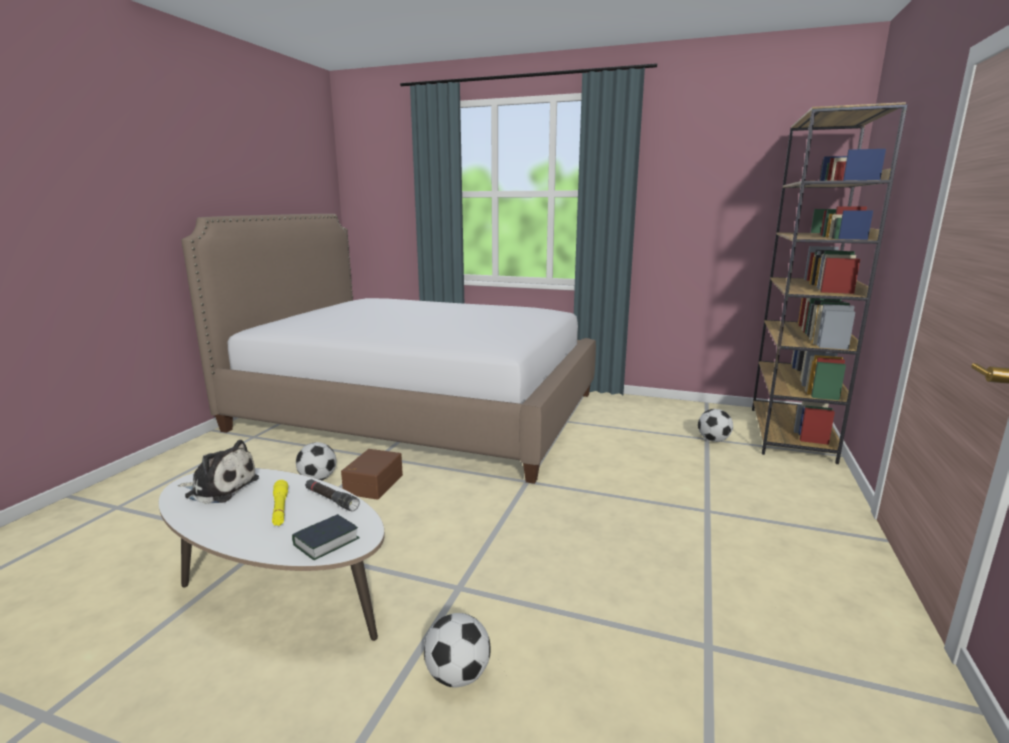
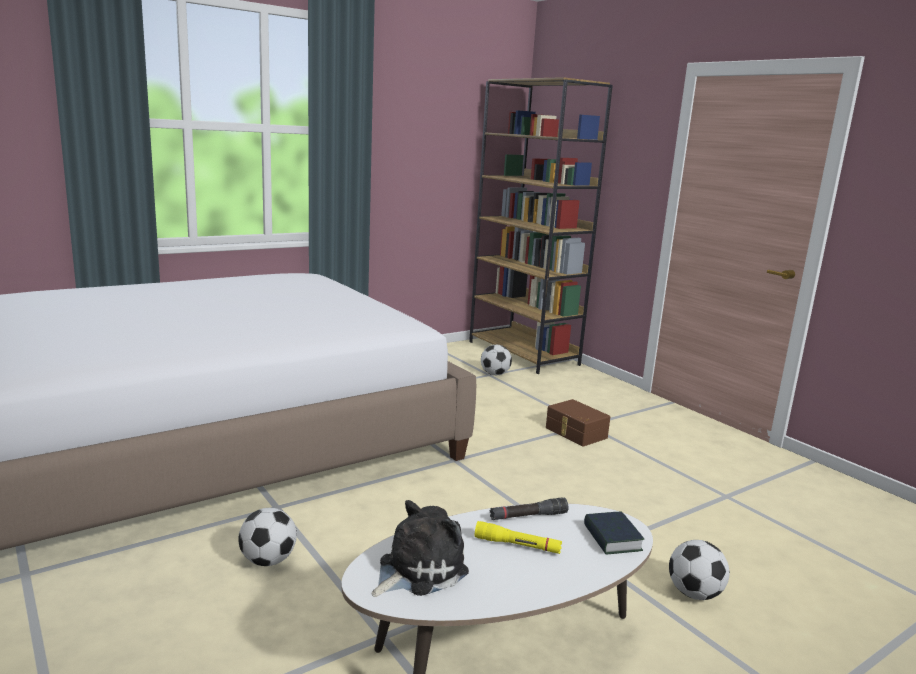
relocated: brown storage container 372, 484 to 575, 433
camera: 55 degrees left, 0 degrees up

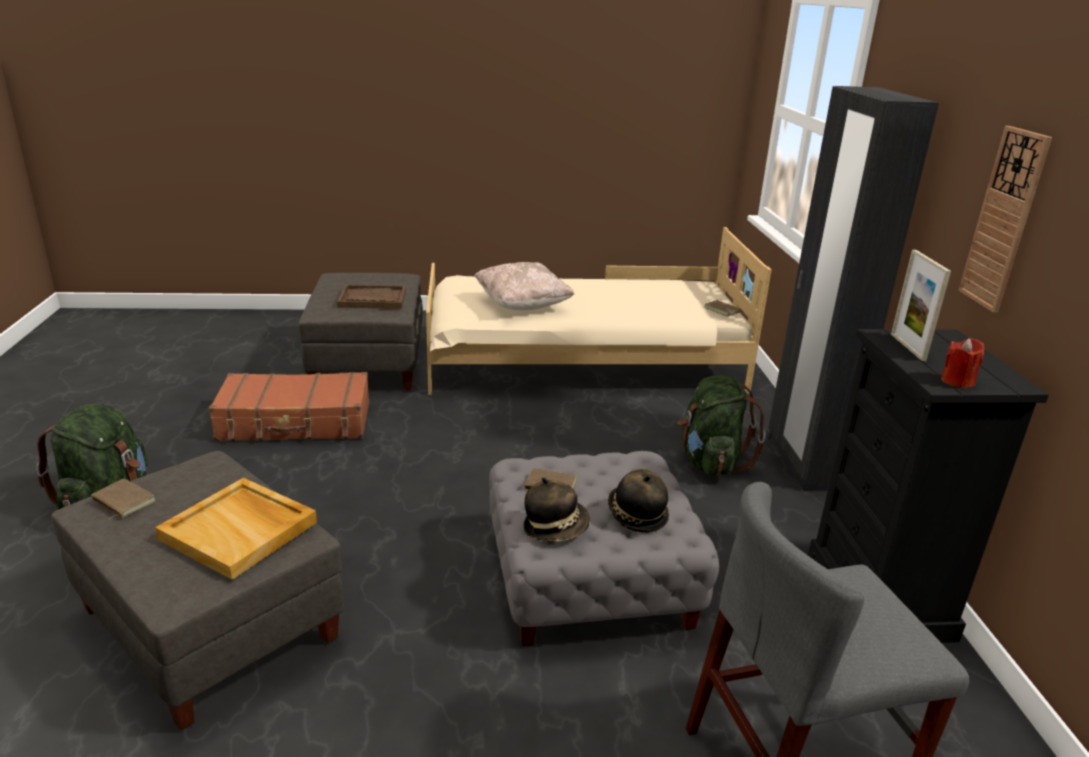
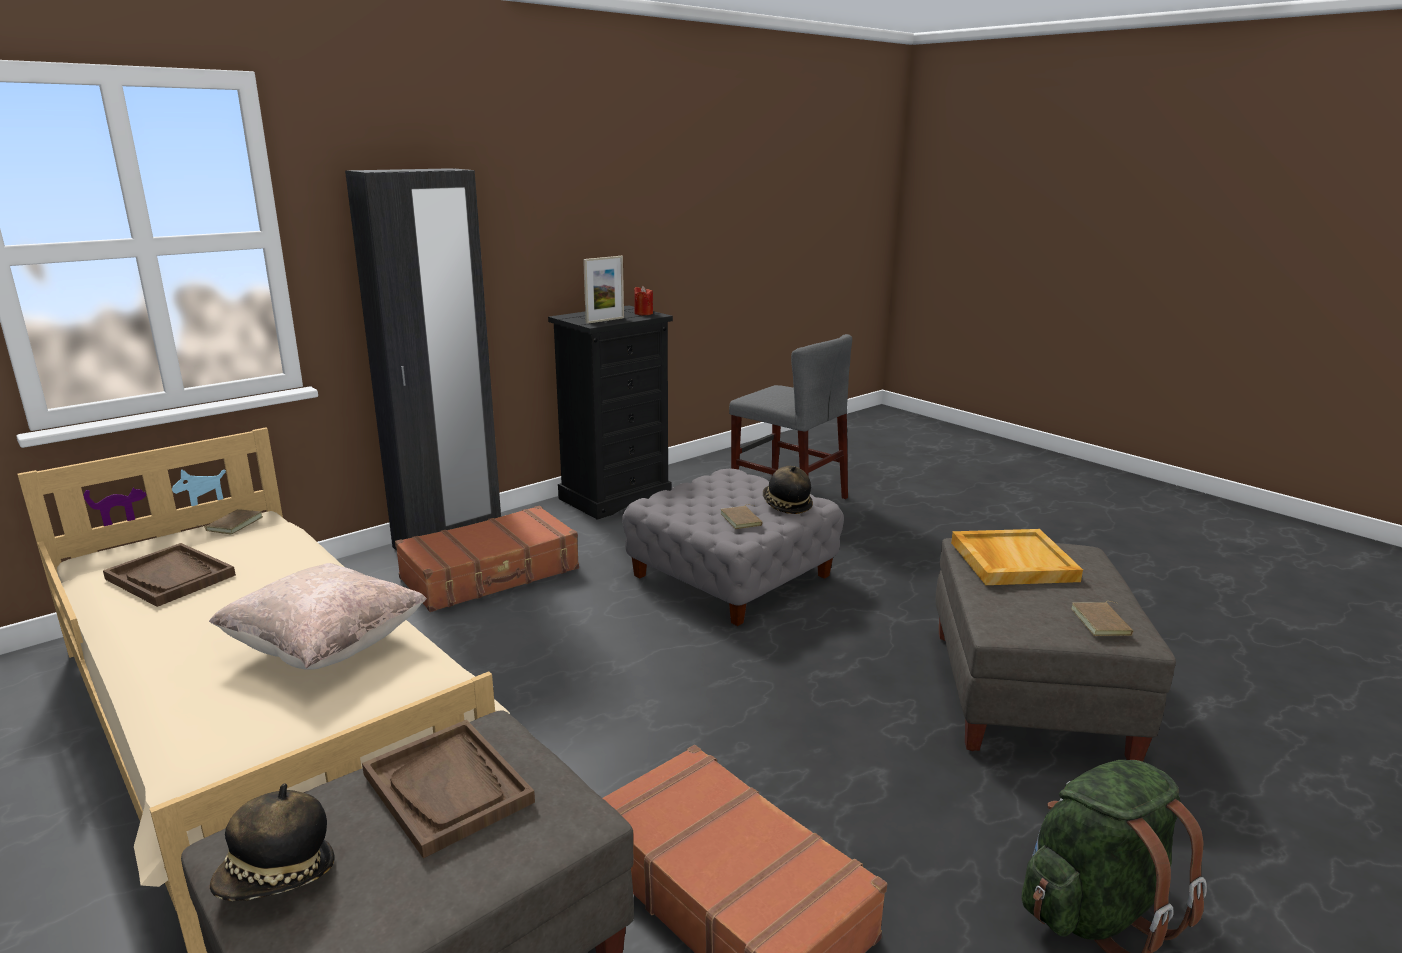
missing: hanging clock 1004, 220
appeared: brown carrying tray 171, 577
relocated: hat 636, 515 to 277, 878
exchanged: greenish rucksack 711, 462 to brown travel case 491, 574
camera: 125 degrees left, 5 degrees down

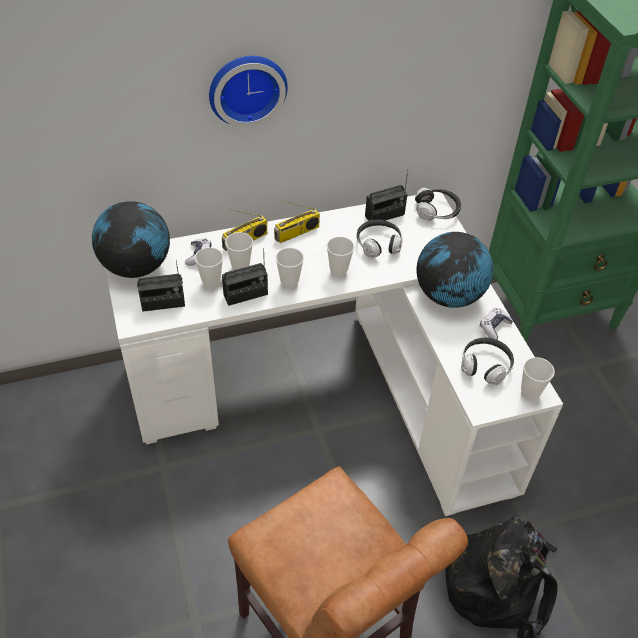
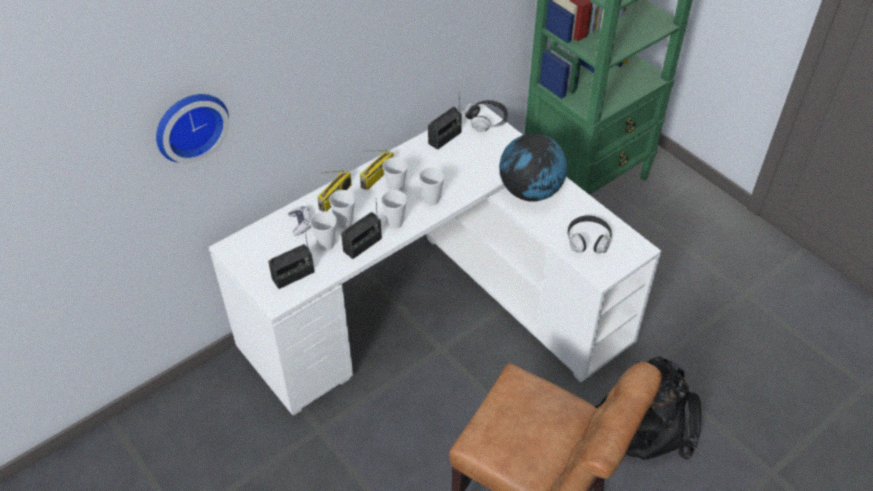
missing: desk globe 136, 266; headphones 378, 244; joypad 494, 327
relocated: hanging clock 246, 88 to 189, 125; drinking cup 529, 393 to 396, 189
camera: 20 degrees left, 0 degrees up

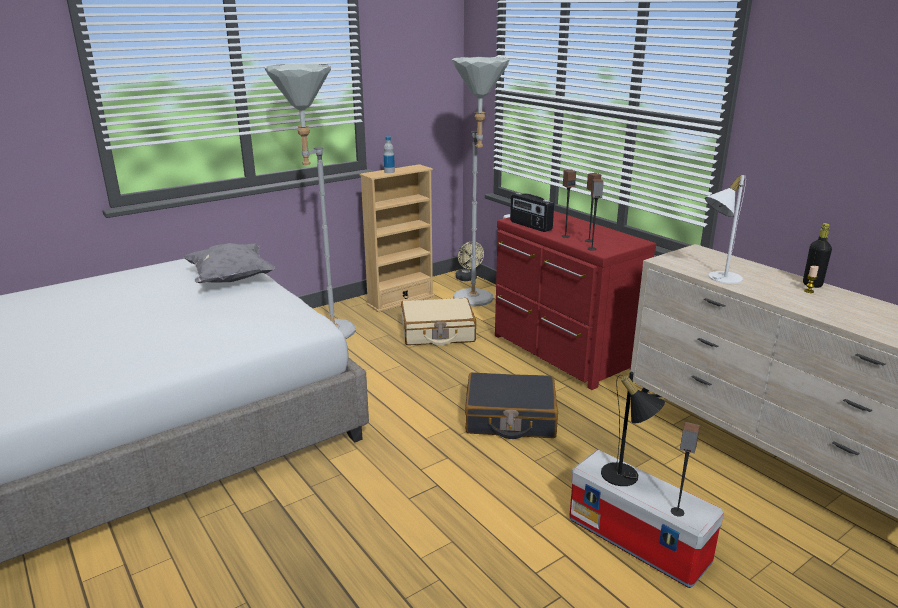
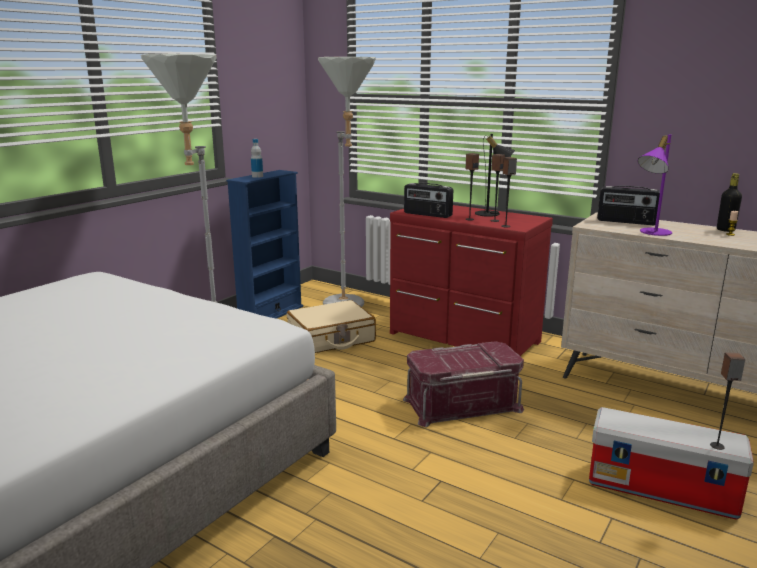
missing: beige cooling fan 468, 279; grey cushion 231, 280
appeared: radio 626, 222
relocated: black-coloured tabletop lamp 626, 478 to 492, 214
exchanged: black-coloured travel case 510, 418 to red storage container 462, 404
colour: beige shelving unit 400, 300 to bluish shelving unit 271, 314; whitish tabletop lamp 718, 277 to purple tabletop lamp 651, 232
camera: 20 degrees left, 5 degrees down

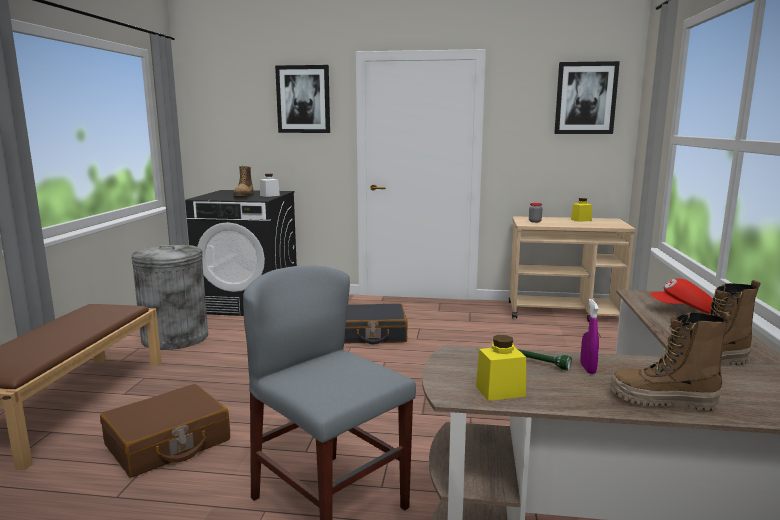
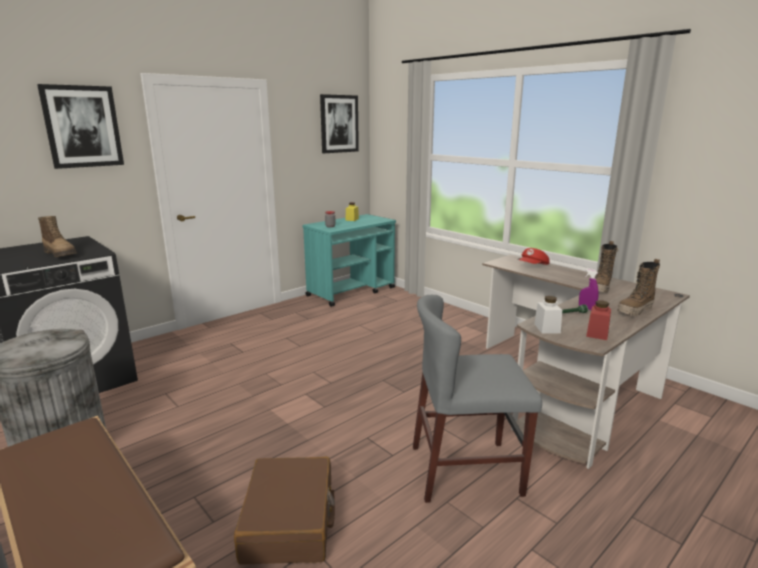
missing: black-coloured travel case 372, 334
relocated: whitish jar 269, 195 to 547, 328
colour: beige trolley 564, 312 to turquoise-coloured trolley 351, 291; yellowish jar 500, 391 to red jar 597, 333
camera: 50 degrees left, 5 degrees up

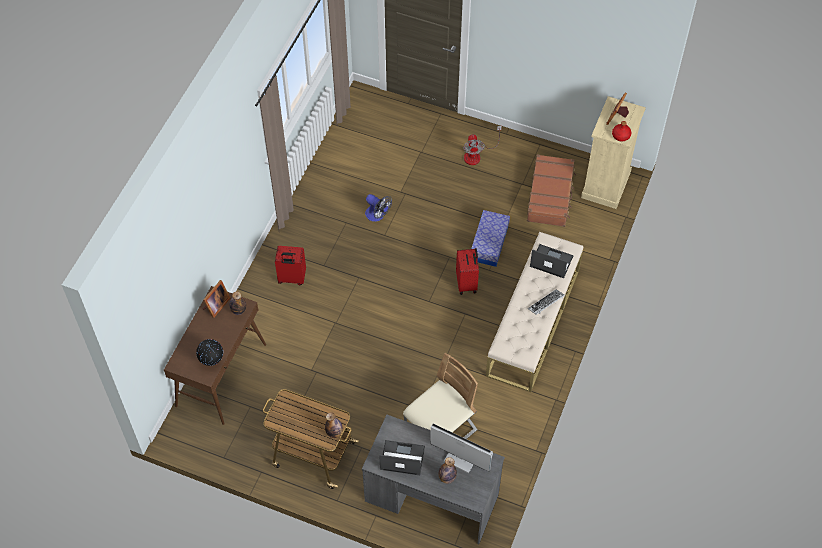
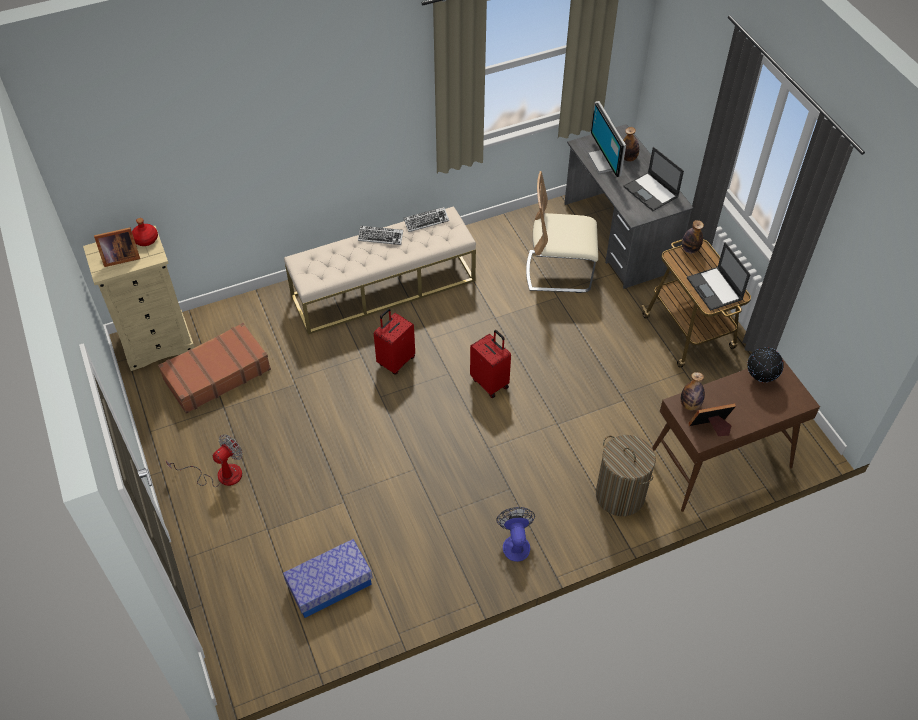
appeared: computer keyboard 426, 221; washing basket 619, 495
relocated: cooling fan 377, 215 to 515, 543; storage container 489, 244 to 330, 585; laptop 550, 261 to 715, 289; red travel case 291, 278 to 490, 382
camera: 135 degrees left, 5 degrees down

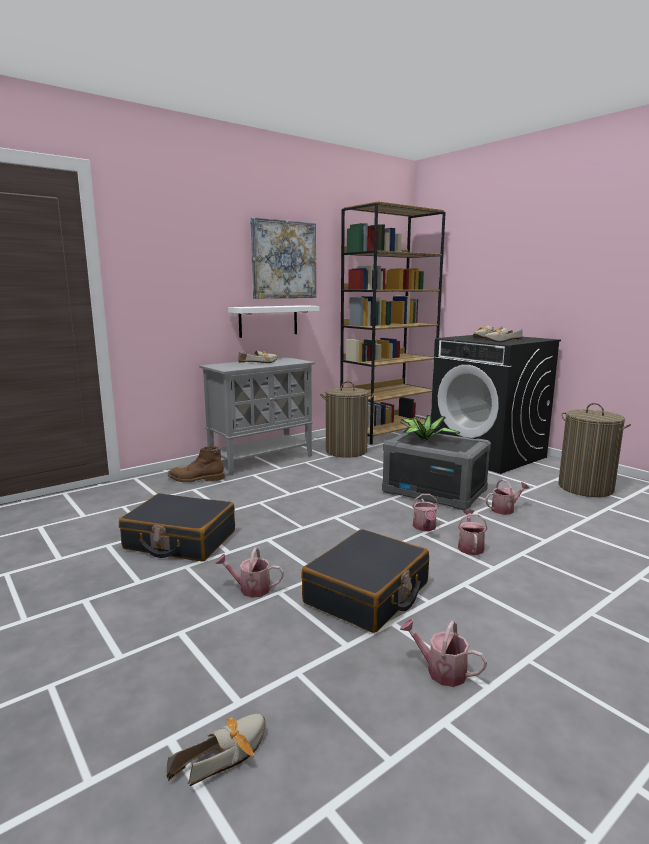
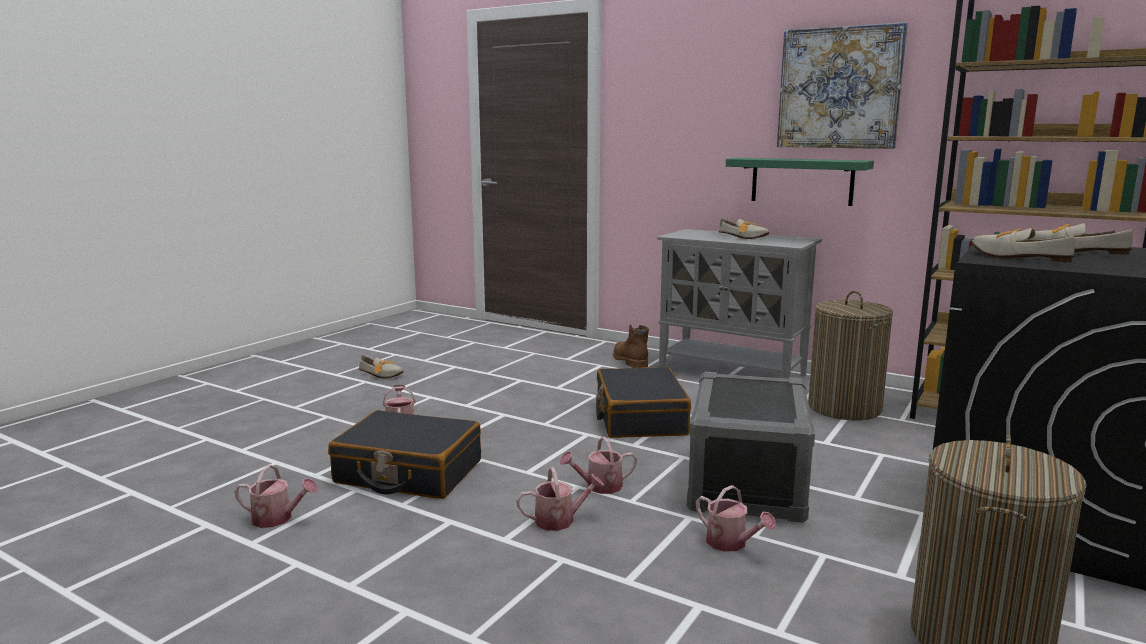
missing: plant in a pot 424, 439
relocated: black-coloured travel case 180, 540 to 639, 418; low shoe 227, 754 to 382, 375
colour: whitish bracket shelf 268, 321 to greenish bracket shelf 802, 181
spun: sprinkling can 441, 670 = 277, 519 90 degrees clockwise
camera: 70 degrees right, 0 degrees up

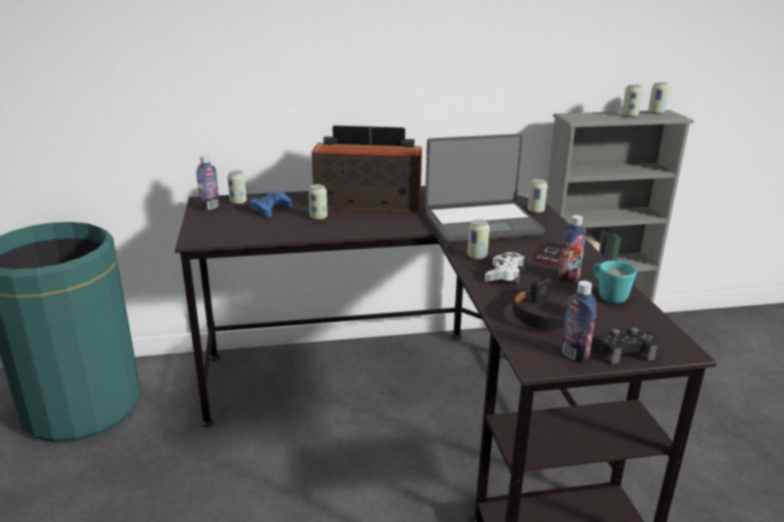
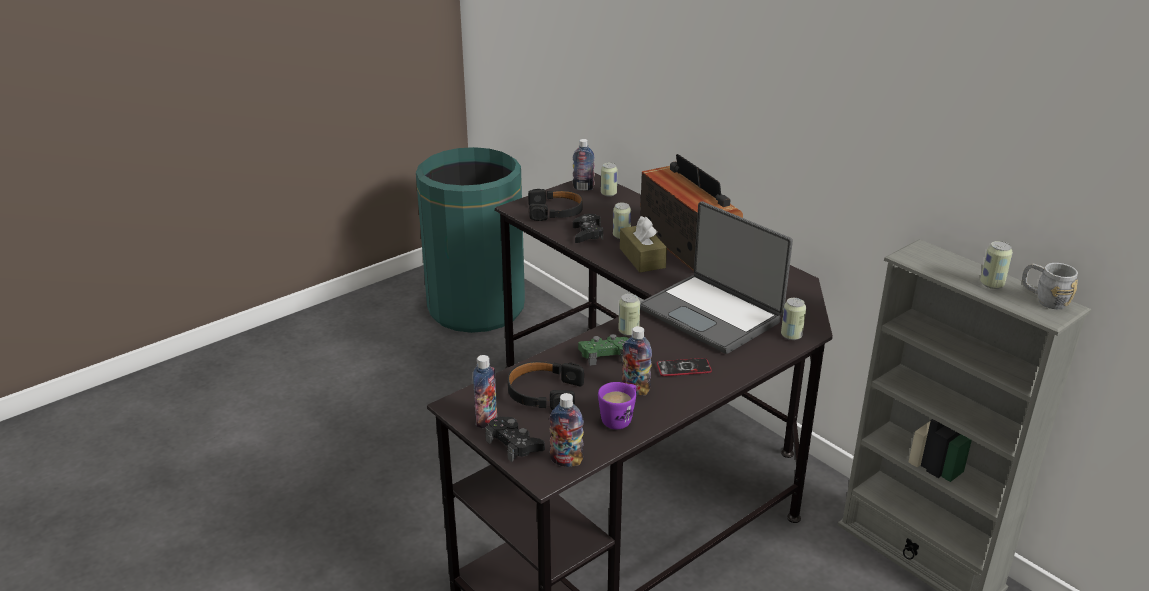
missing: bluish joypad 270, 209
appeared: black-coloured headphones 555, 211; black-coloured joypad 587, 234; brown tissue box 642, 258; drink bottle 566, 460
exchanged: sealed can 656, 113 to grey mug 1044, 299
colour: whitish joypad 504, 274 to greenish joypad 605, 354; turquoise-coloured mug 608, 295 to purple mug 620, 418
camera: 60 degrees right, 5 degrees up

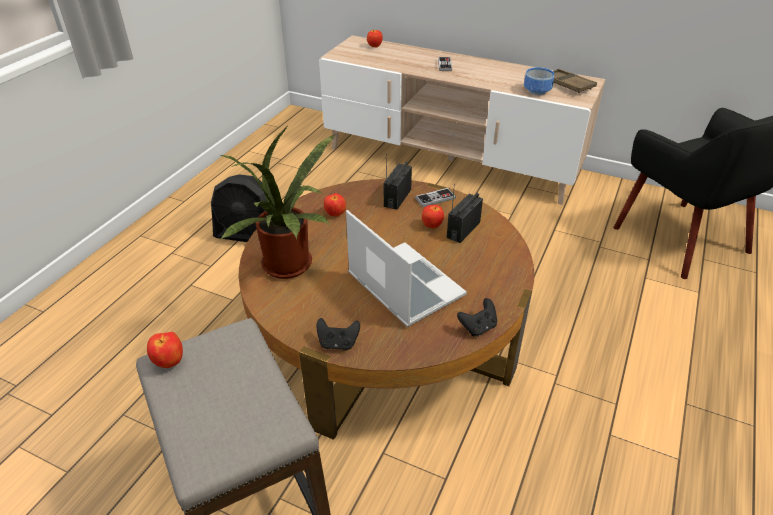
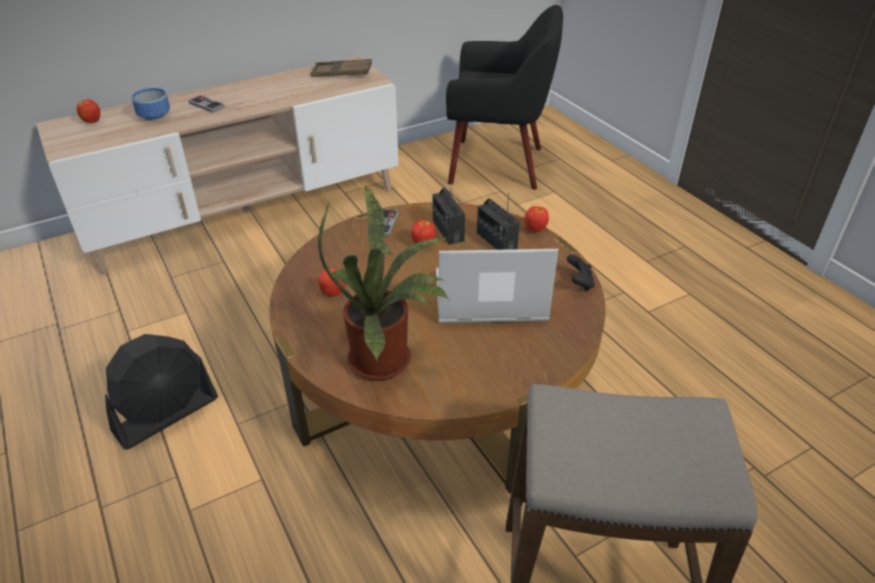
missing: black-coloured joypad 338, 343
relocated: deep dish 536, 91 to 153, 116; radio 397, 198 to 496, 241; apple 170, 362 to 535, 229
camera: 55 degrees left, 0 degrees up

